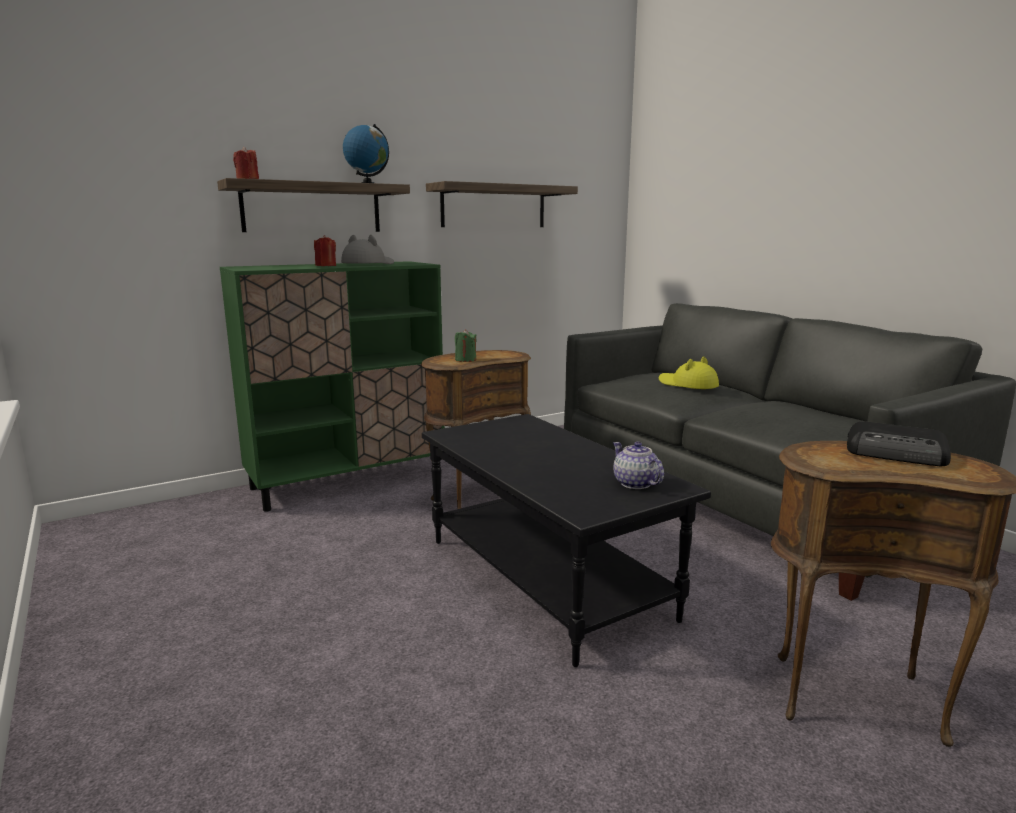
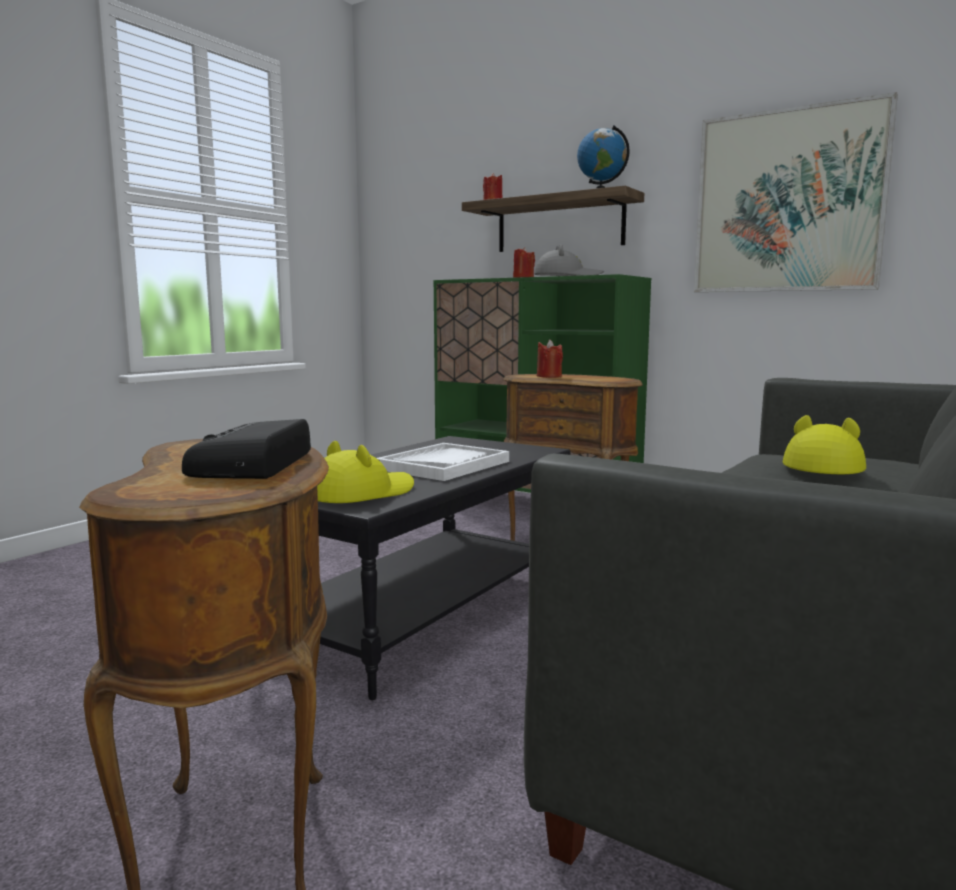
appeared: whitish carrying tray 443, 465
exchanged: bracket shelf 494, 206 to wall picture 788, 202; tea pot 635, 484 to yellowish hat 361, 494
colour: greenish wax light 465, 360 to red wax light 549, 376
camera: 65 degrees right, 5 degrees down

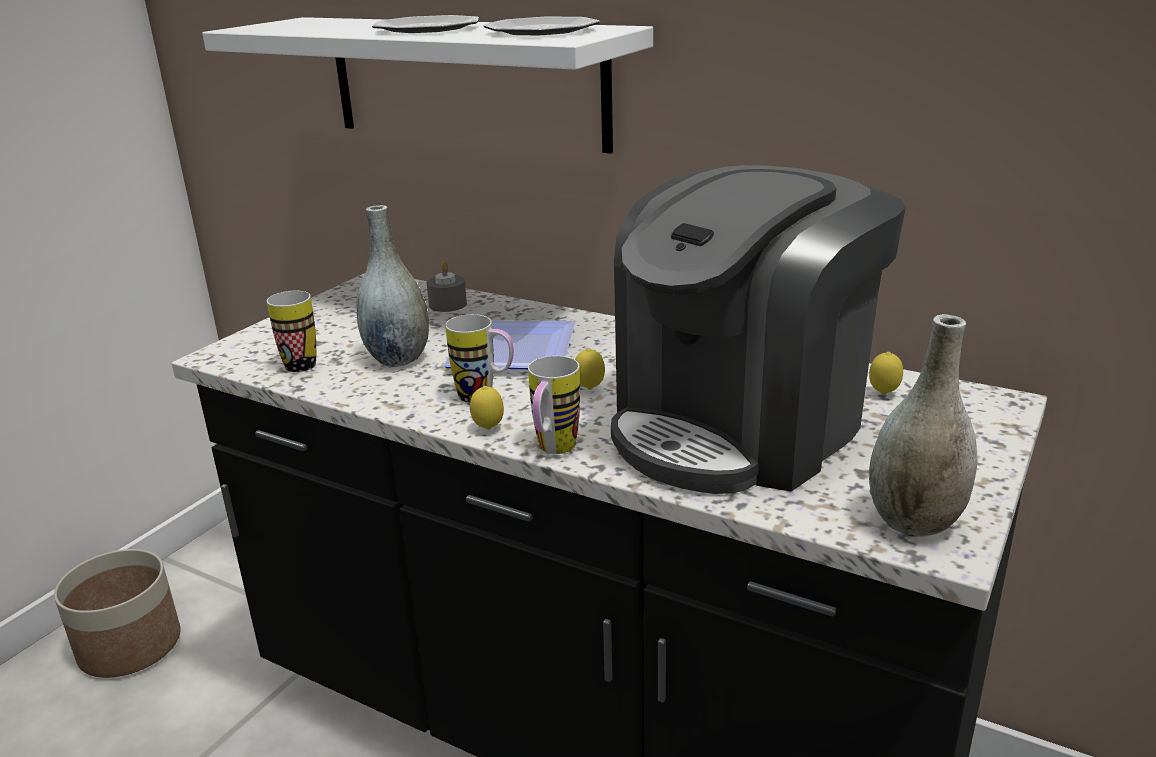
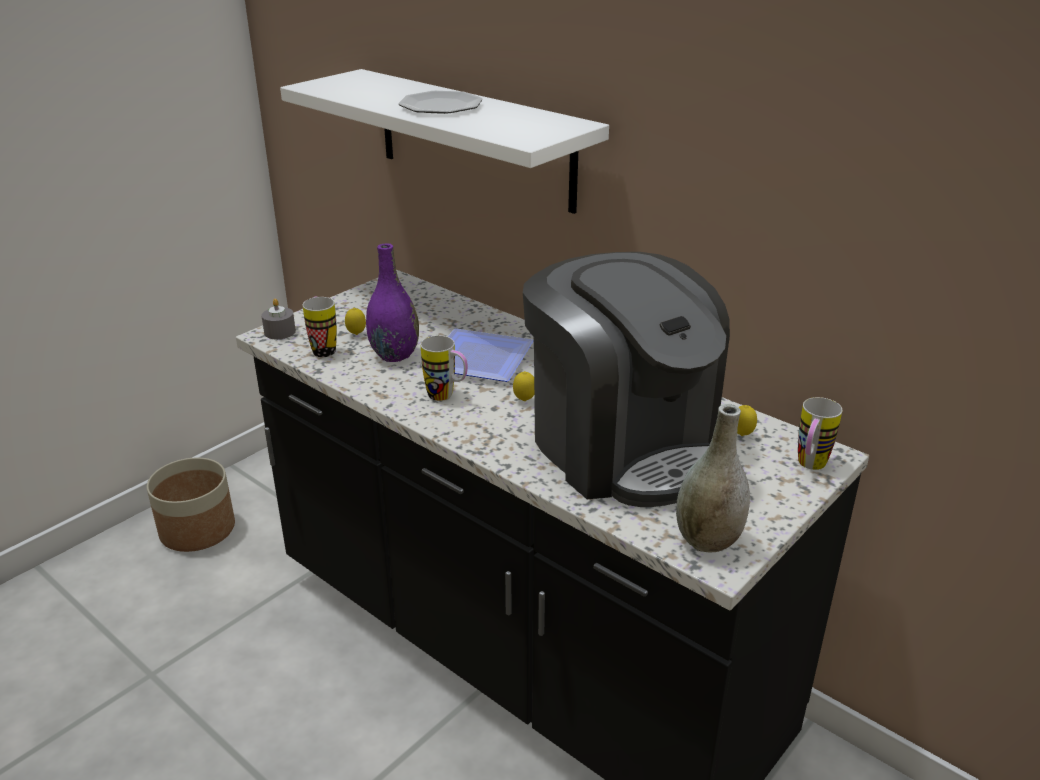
missing: flat dish 542, 31
relocated: grey wax light 447, 304 to 280, 332; mug 553, 451 to 809, 467; lemon 488, 429 to 356, 334
colour: grey flower vase 398, 359 to purple flower vase 394, 355
spun: coffee brewer 741, 425 = 622, 446 90 degrees counterclockwise
camera: 10 degrees right, 5 degrees up

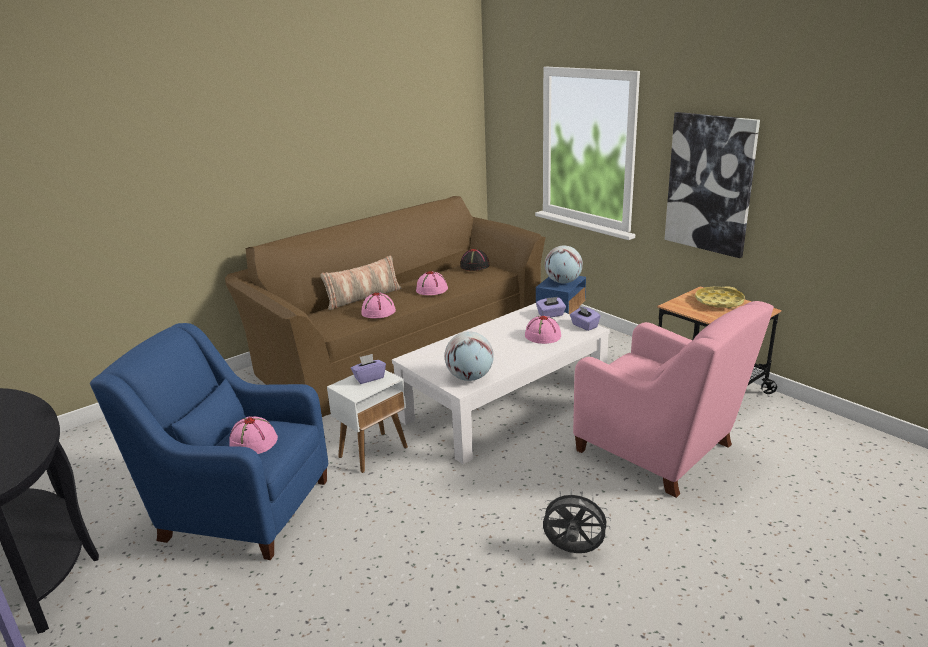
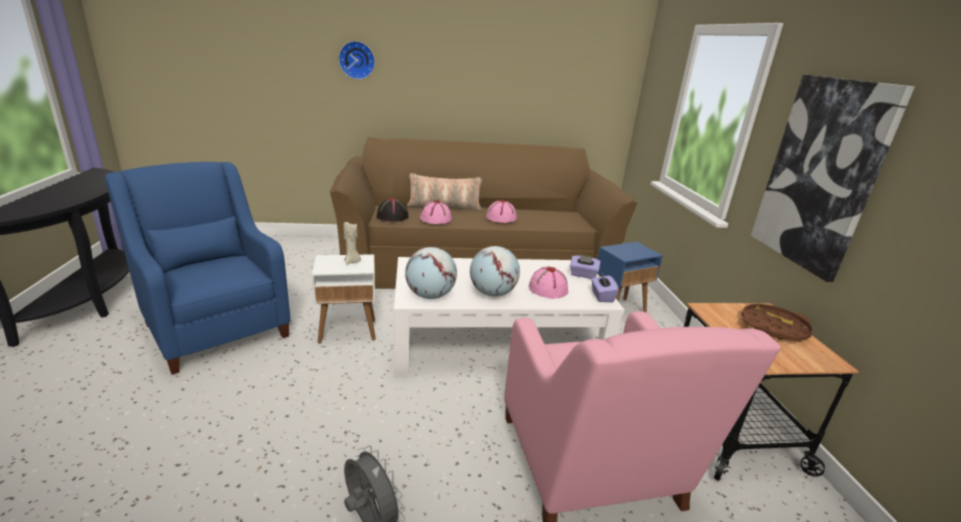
missing: pinkish hat 253, 442
appeared: hanging clock 357, 60
relocated: desk globe 563, 282 to 492, 293; black-coloured hat 475, 265 to 392, 216
exchanged: purple tissue box 369, 378 to beige wax light 352, 261
colour: yellowish carrying tray 719, 301 to brown carrying tray 773, 327
camera: 30 degrees right, 0 degrees up

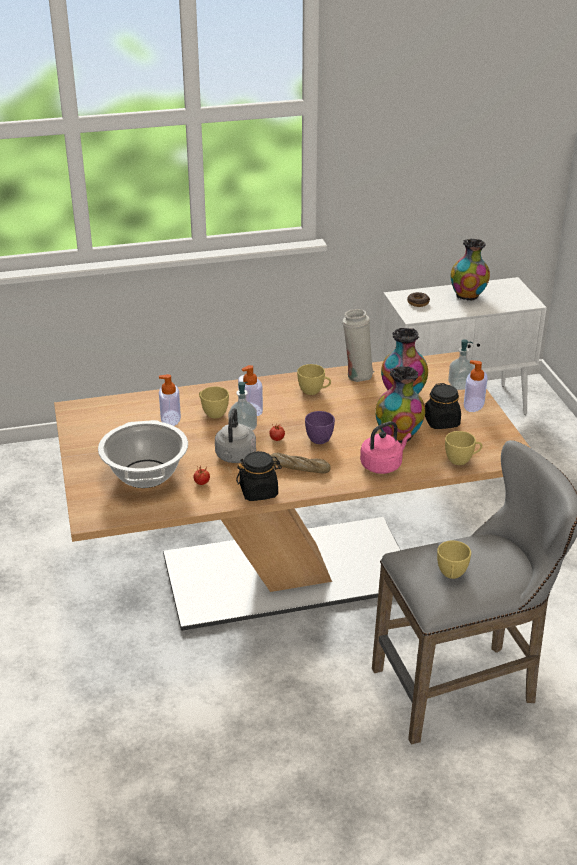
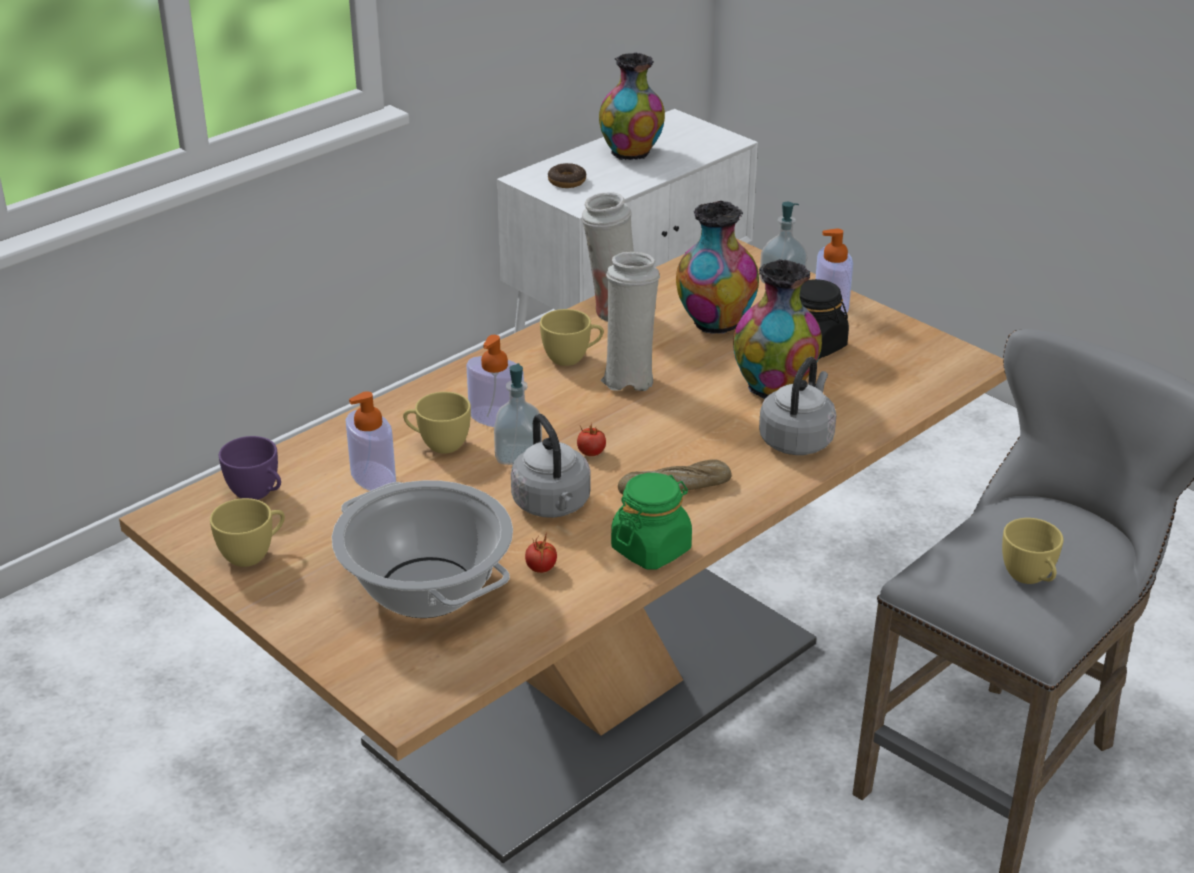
appeared: whitish flower vase 629, 378
relocated: purple drinking cup 321, 441 to 258, 494; yellowish drinking cup 462, 460 to 253, 554
colour: pinkish kettle 383, 465 to grey kettle 797, 439; black-coloured jar 259, 491 to greenish jar 651, 549
camera: 30 degrees left, 0 degrees up

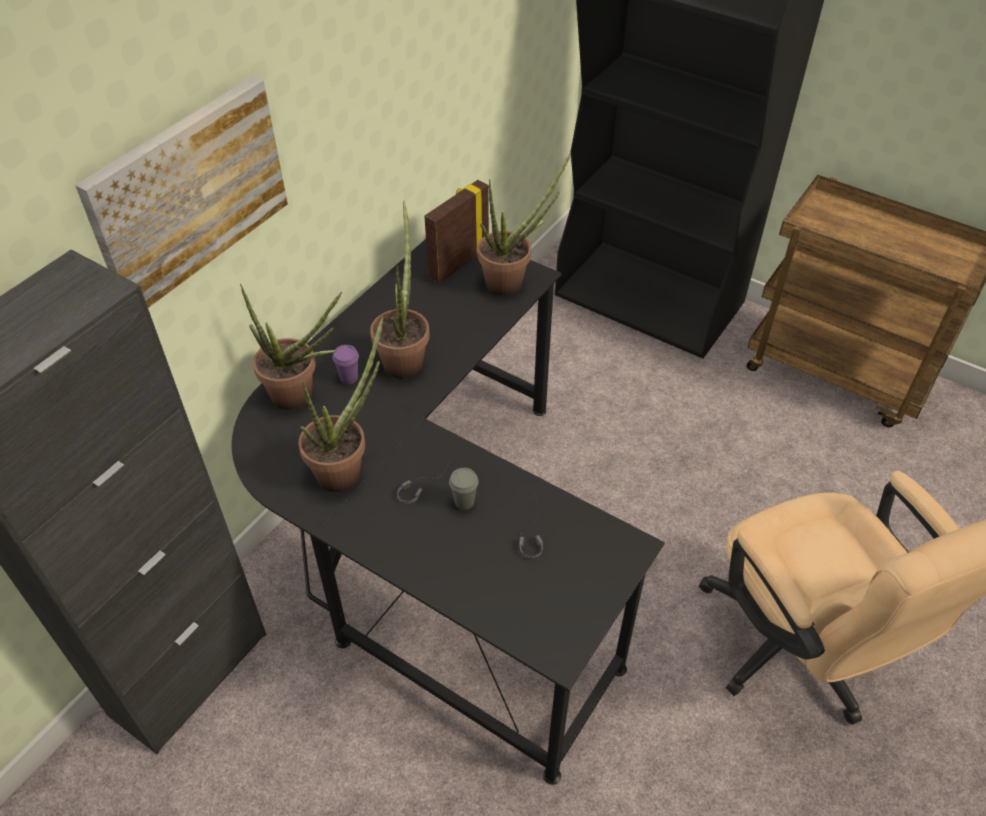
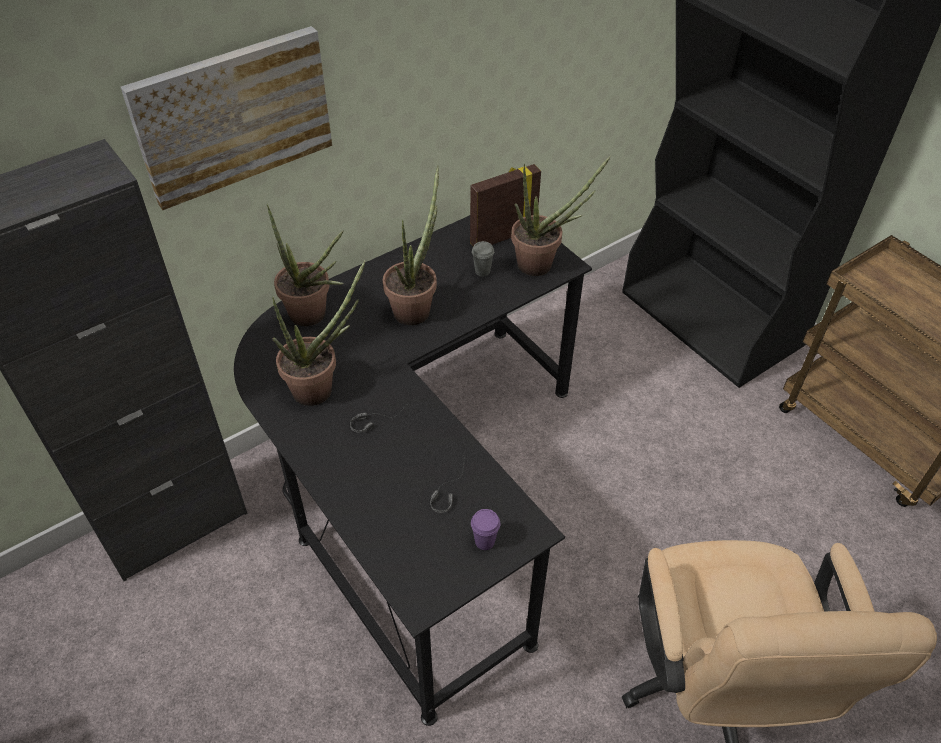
relocated: purple drinking cup 349, 378 to 484, 541; grey drinking cup 464, 502 to 482, 271
camera: 20 degrees right, 0 degrees up

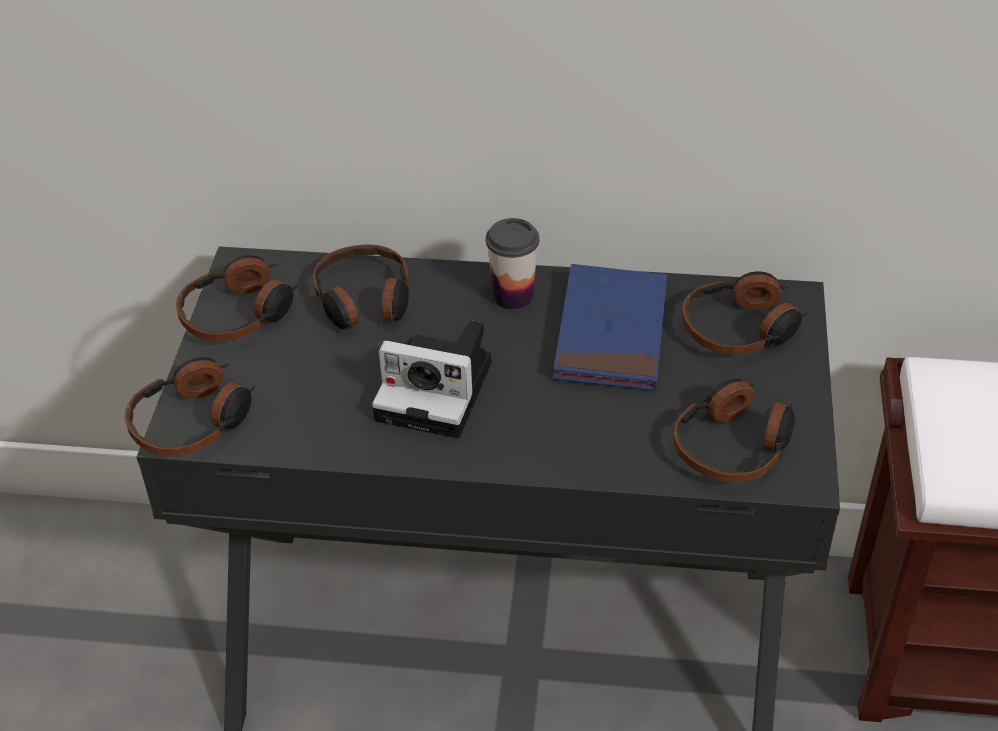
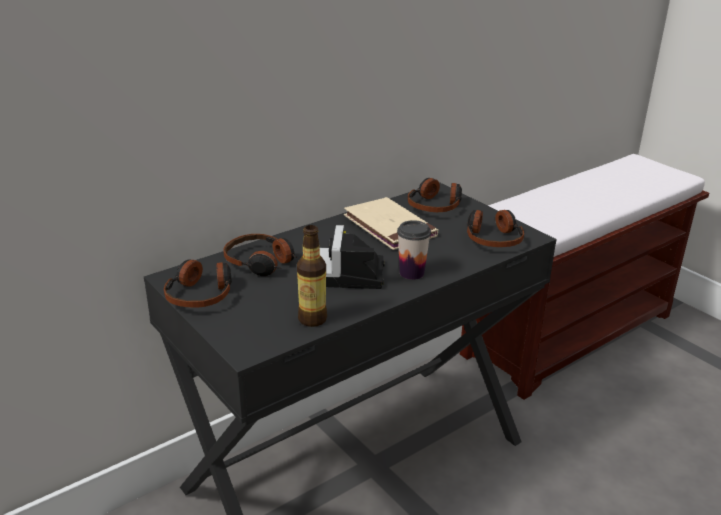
missing: headphones 194, 421
appeared: drink bottle 312, 319
relocated: drinking cup 513, 296 to 411, 273
colour: bluish bound book 611, 333 to beige bound book 389, 227
spun: still camera 439, 391 = 350, 276 120 degrees clockwise
camera: 45 degrees left, 15 degrees down

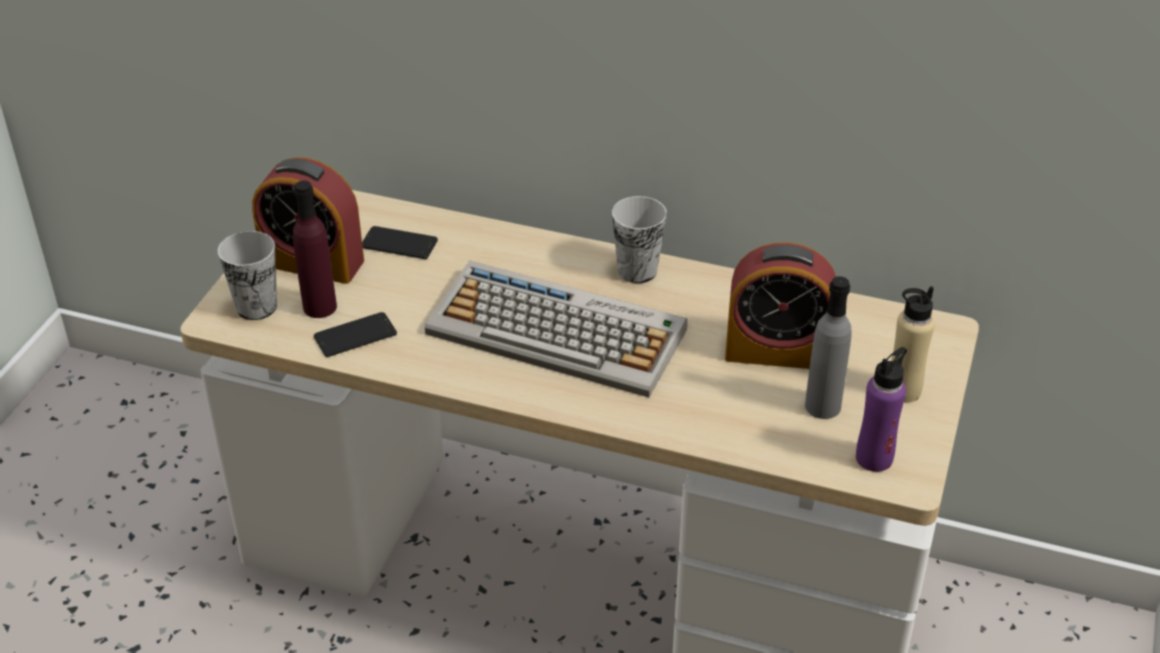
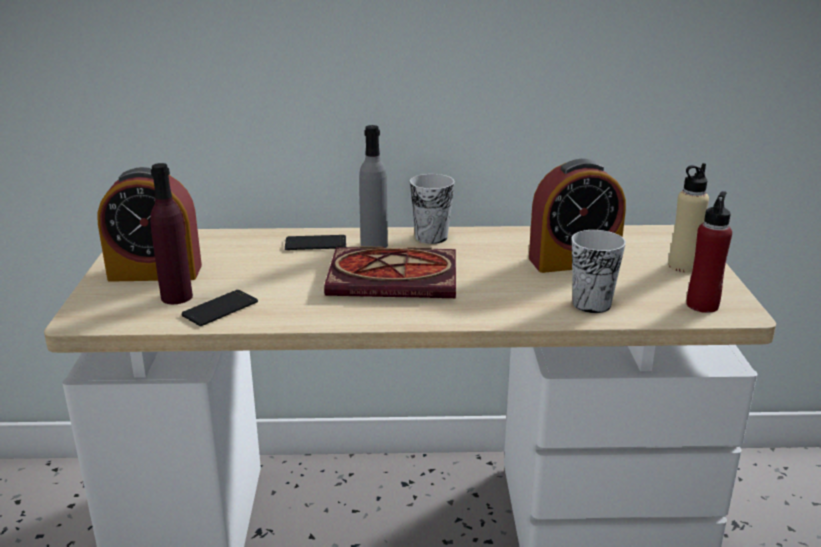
relocated: handset 399, 244 to 315, 244; drinking cup 256, 307 to 591, 304; grey drink bottle 822, 406 to 374, 245
exchanged: computer keyboard 559, 331 to bound book 396, 278
colour: purple drink bottle 874, 458 to red drink bottle 702, 305
camera: 20 degrees left, 15 degrees down

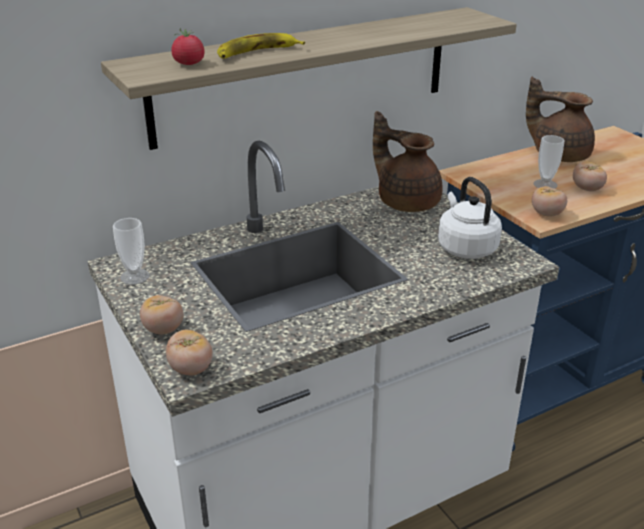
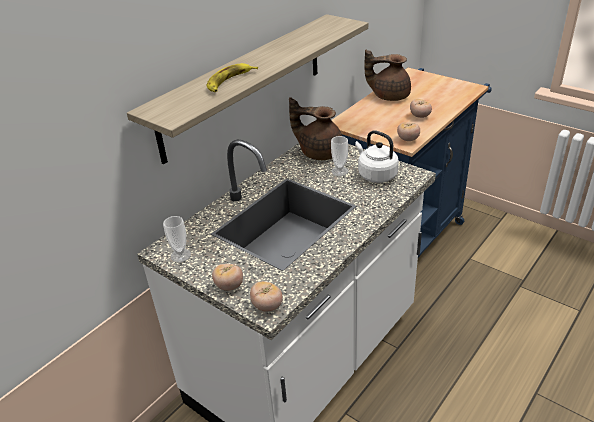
missing: whole tomato 189, 64
relocated: drinking cup 545, 184 to 339, 171
camera: 20 degrees left, 5 degrees up

